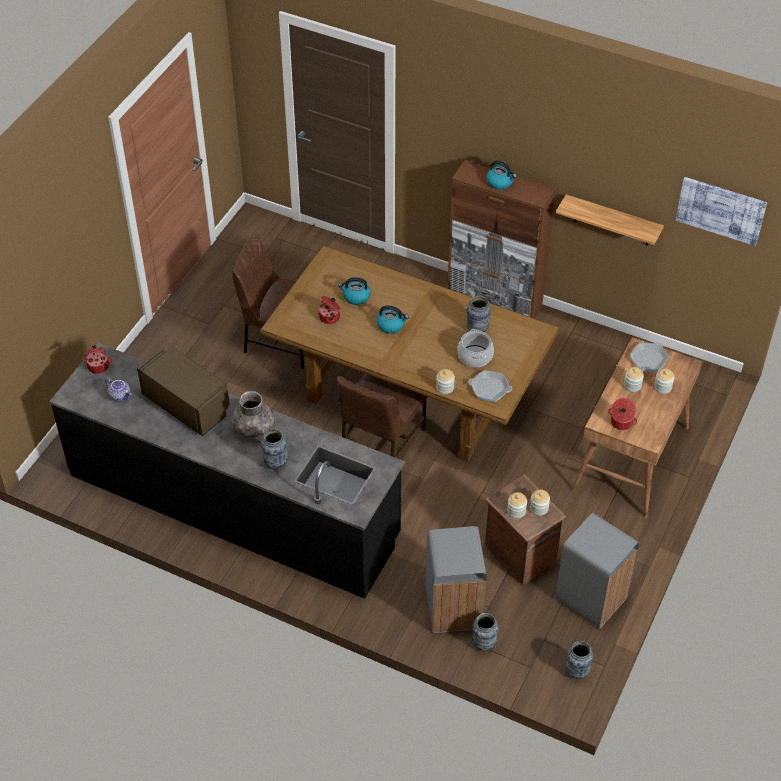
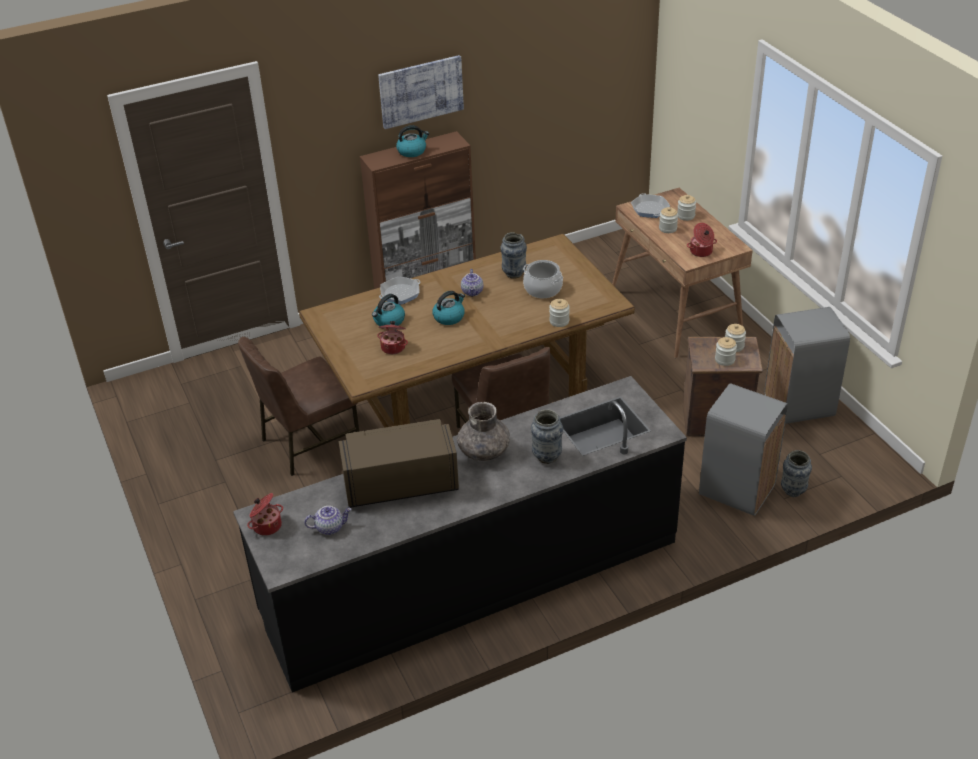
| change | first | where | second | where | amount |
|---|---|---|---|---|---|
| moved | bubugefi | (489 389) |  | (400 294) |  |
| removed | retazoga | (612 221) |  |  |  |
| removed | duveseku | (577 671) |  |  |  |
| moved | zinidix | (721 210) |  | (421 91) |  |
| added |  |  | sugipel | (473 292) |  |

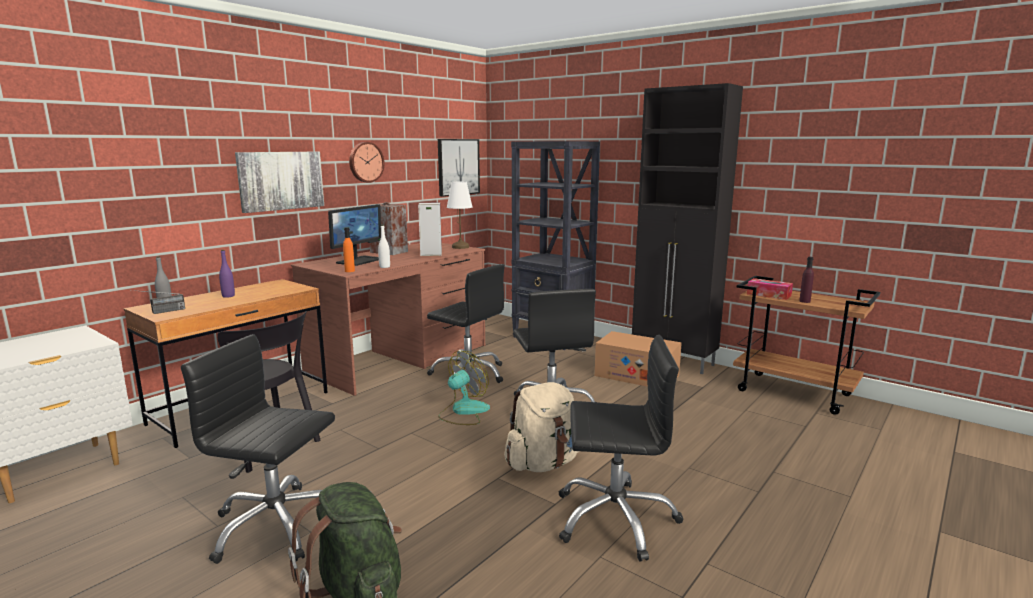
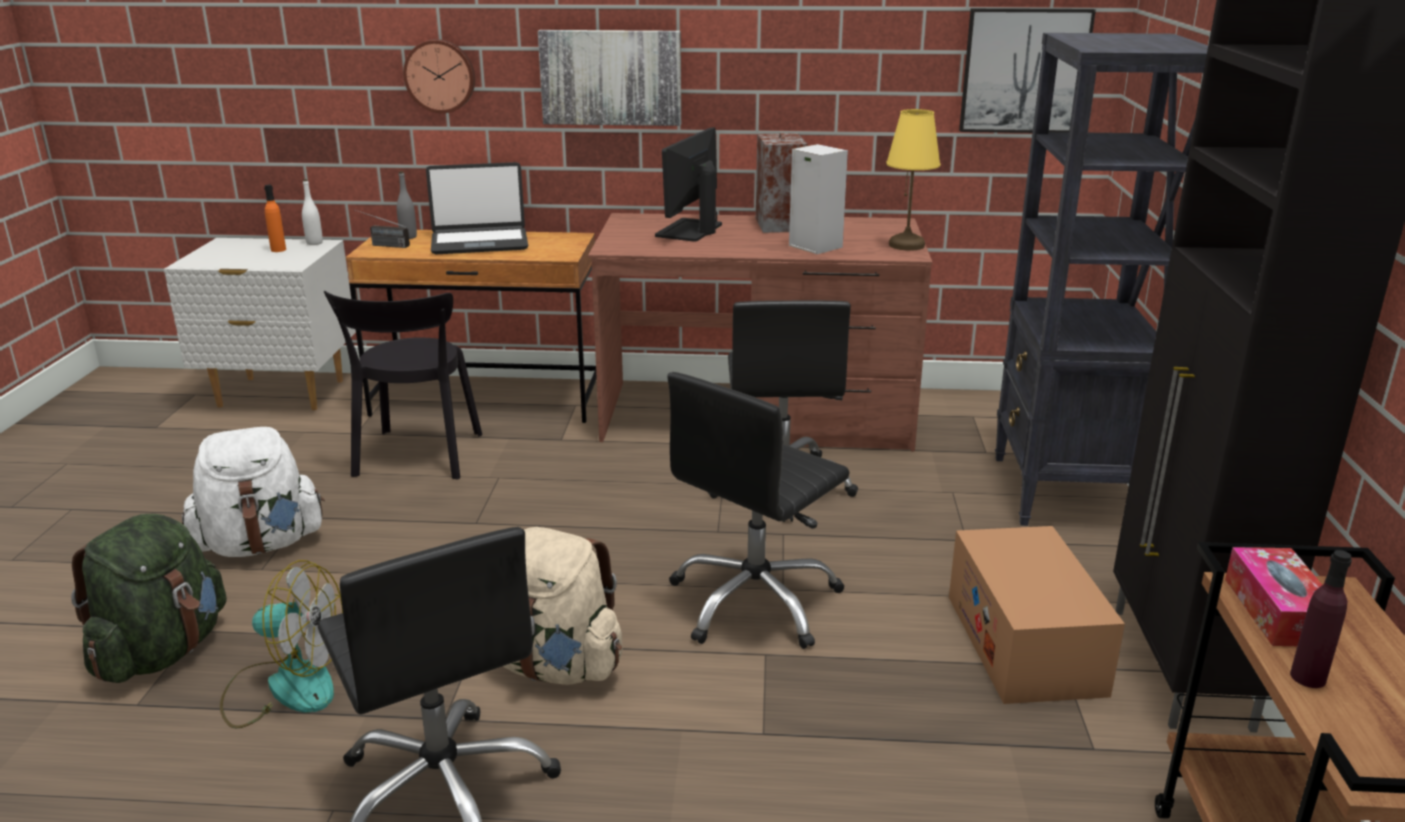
| change | first | where | second | where | amount |
|---|---|---|---|---|---|
| replaced | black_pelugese | (276 525) | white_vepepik | (260 544) |  |
| replaced | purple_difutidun | (228 296) | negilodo | (479 242) |  |
| turned | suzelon | (359 261) |  | (690 230) | 120 degrees clockwise |
| moved | orange_difutidun | (349 271) |  | (278 250) |  |
| moved | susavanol | (365 162) |  | (440 76) |  |
| moved | white_difutidun | (384 267) |  | (314 243) |  |
| moved | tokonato | (463 411) |  | (285 686) |  |
| recoloured | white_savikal | (460 247) | yellow_savikal | (907 245) |  |

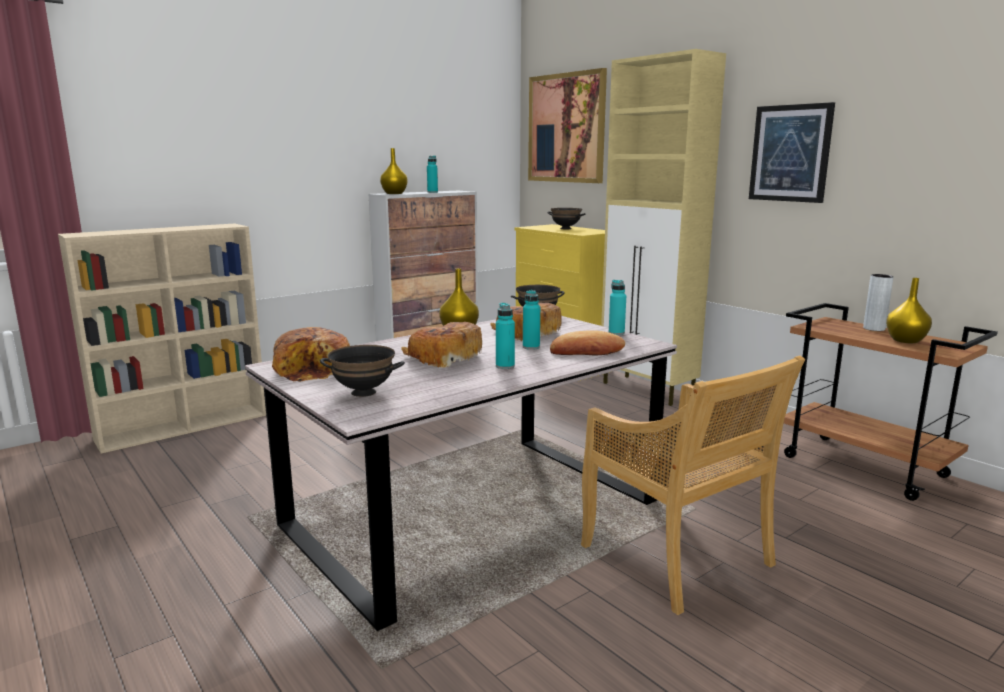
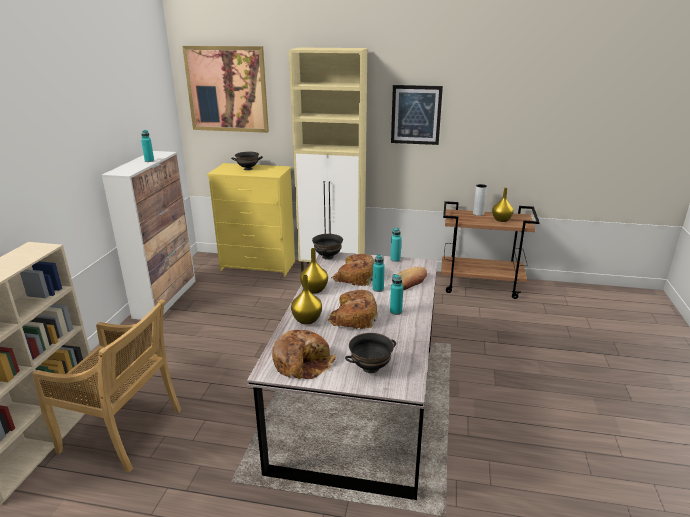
| change | first | where | second | where | amount |
|---|---|---|---|---|---|
| moved | yellow_duveseku | (395 193) |  | (307 320) |  |
| moved | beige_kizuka | (678 558) |  | (123 431) |  |

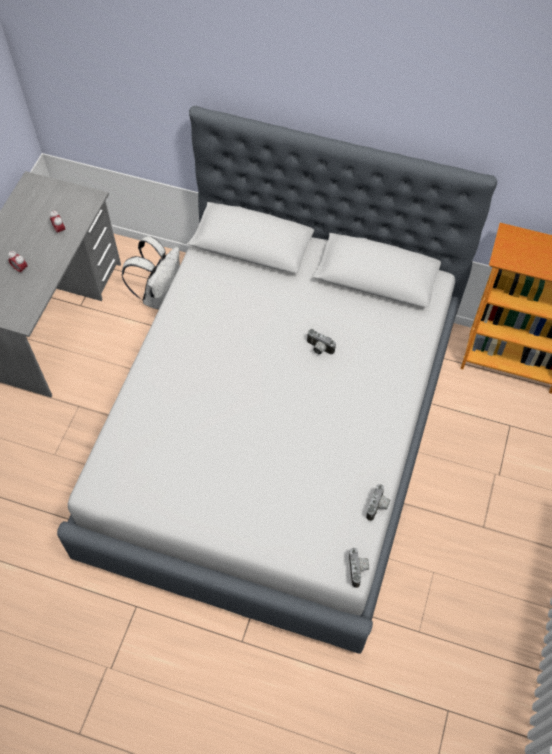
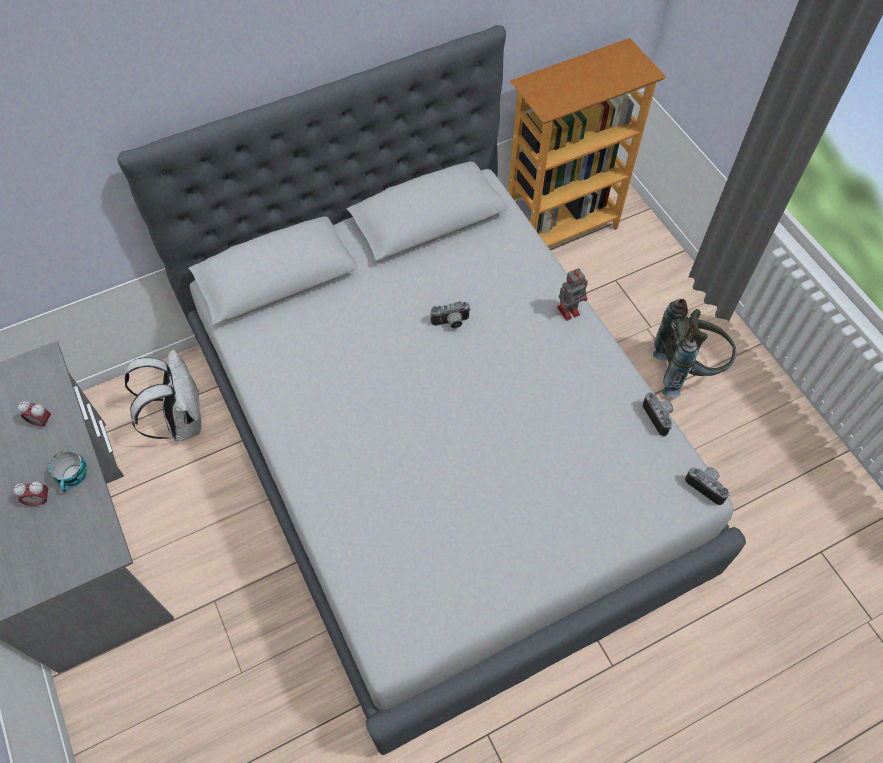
| change | first | where | second | where | amount |
|---|---|---|---|---|---|
| added |  |  | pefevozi | (75 477) |  |
| added |  |  | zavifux | (569 310) |  |
| added |  |  | grey_vepepik | (686 369) |  |

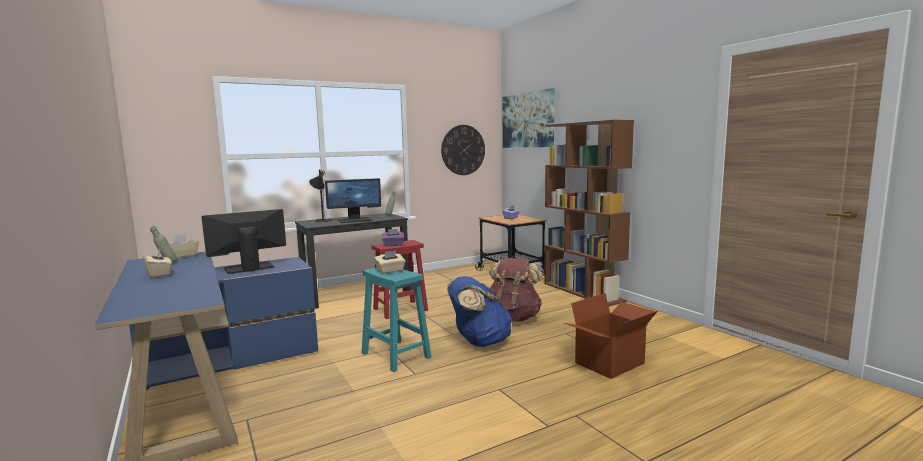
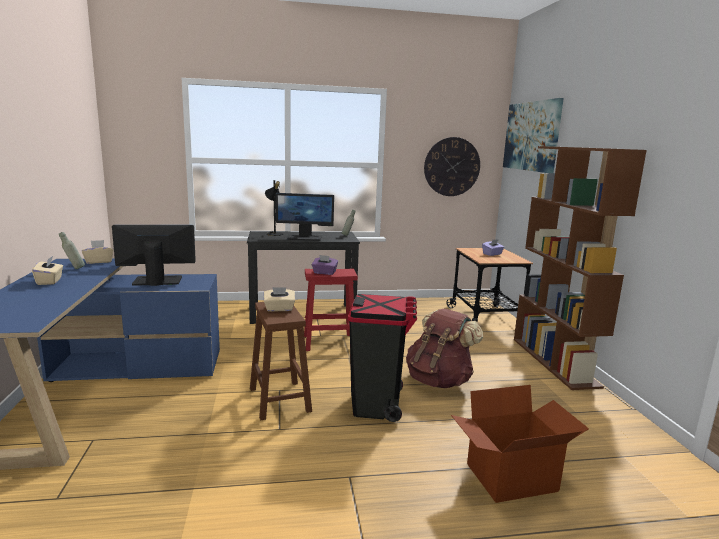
| change | first | where | second | where | amount |
|---|---|---|---|---|---|
| recoloured | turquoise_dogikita | (396 355) | brown_dogikita | (280 400) |  |
| replaced | blue_vepepik | (479 342) | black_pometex | (377 404) |  |

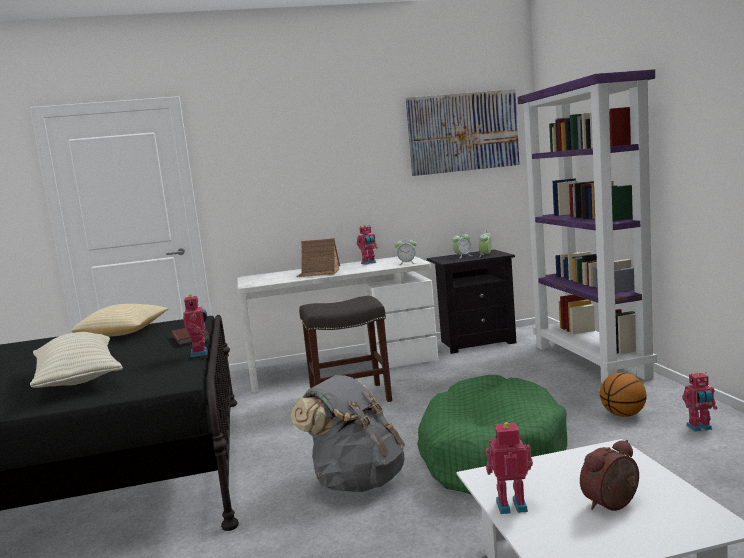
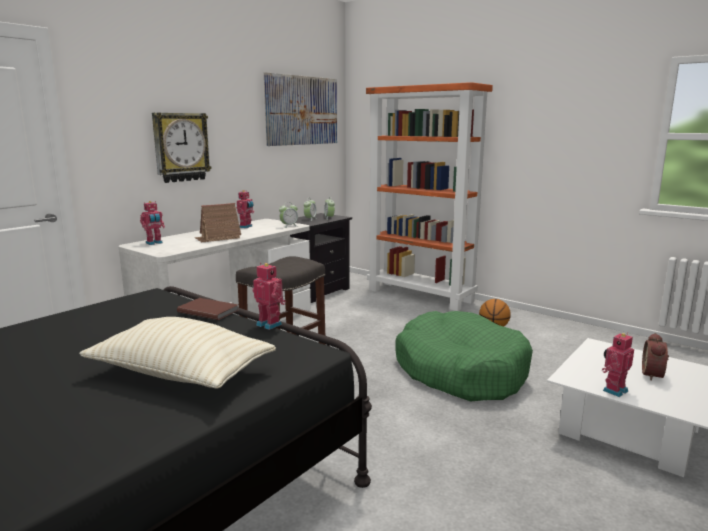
| change | first | where | second | where | amount |
|---|---|---|---|---|---|
| removed | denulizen | (124 333) |  |  |  |
| removed | grey_vepepik | (356 481) |  |  |  |
| recoloured | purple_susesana | (591 361) | orange_susesana | (421 295) |  |
| moved | zavifux | (700 428) |  | (154 243) |  |
| added |  |  | susavanol | (181 147) |  |

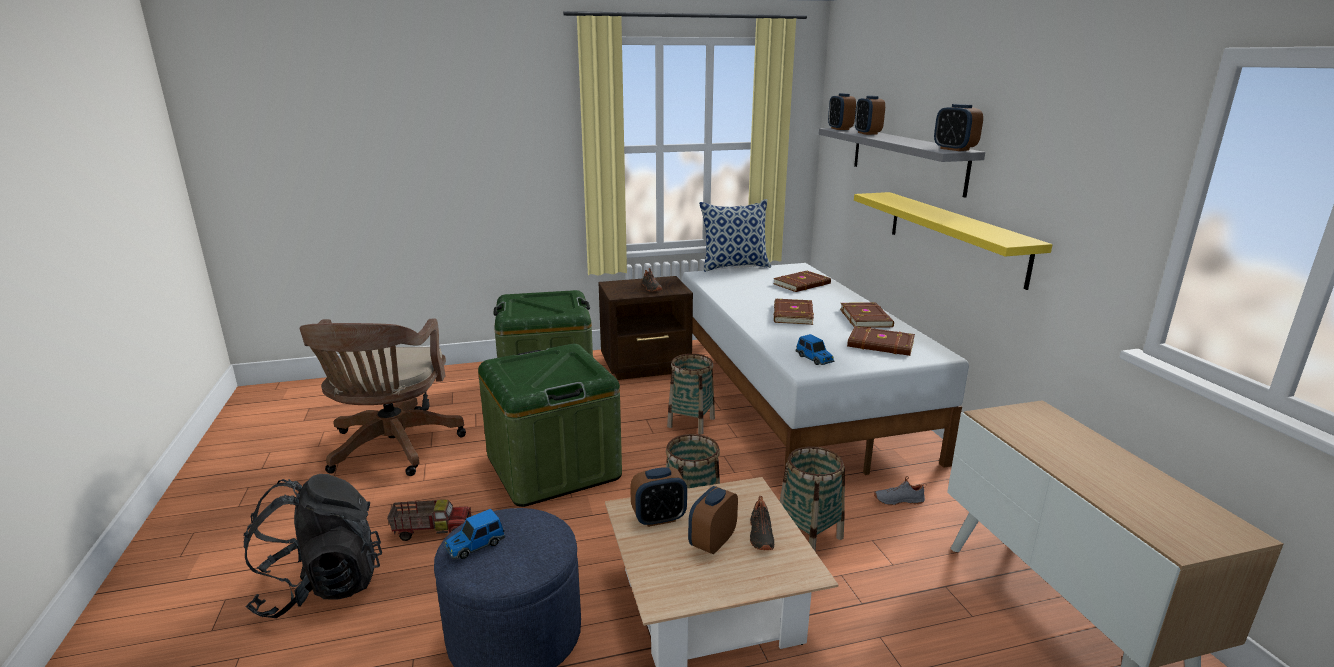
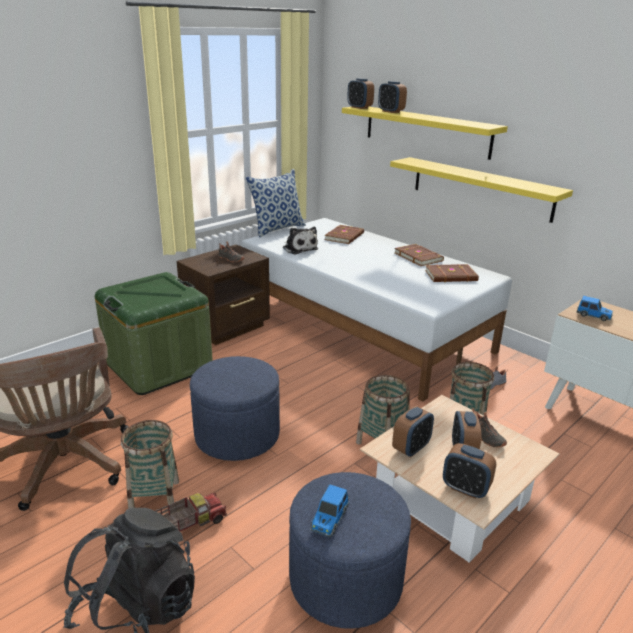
| change | first | where | second | where | amount |
|---|---|---|---|---|---|
| replaced | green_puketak | (553 467) | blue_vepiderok | (237 435) |  |
| moved | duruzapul | (691 422) |  | (154 496) |  |
| removed | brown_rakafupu | (791 314) |  |  |  |
| moved | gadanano | (815 359) |  | (593 316) |  |
| recoloured | grey_retazoga | (906 159) | yellow_retazoga | (426 131) |  |
| moved | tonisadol | (954 149) |  | (465 488) |  |
| added |  |  | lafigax | (299 248) |  |

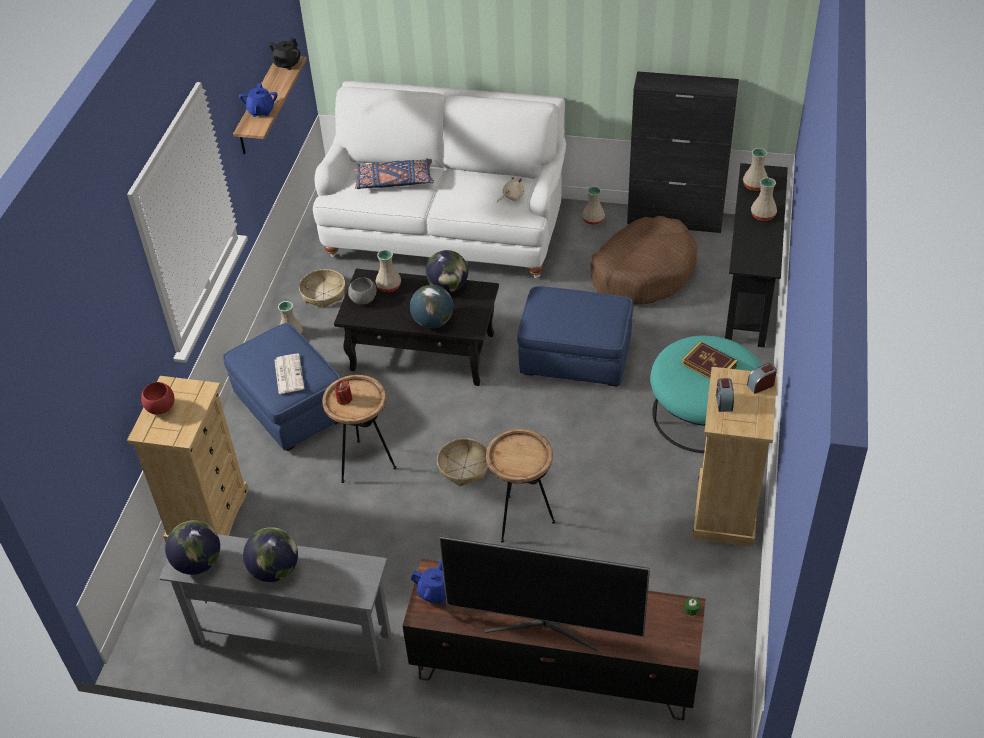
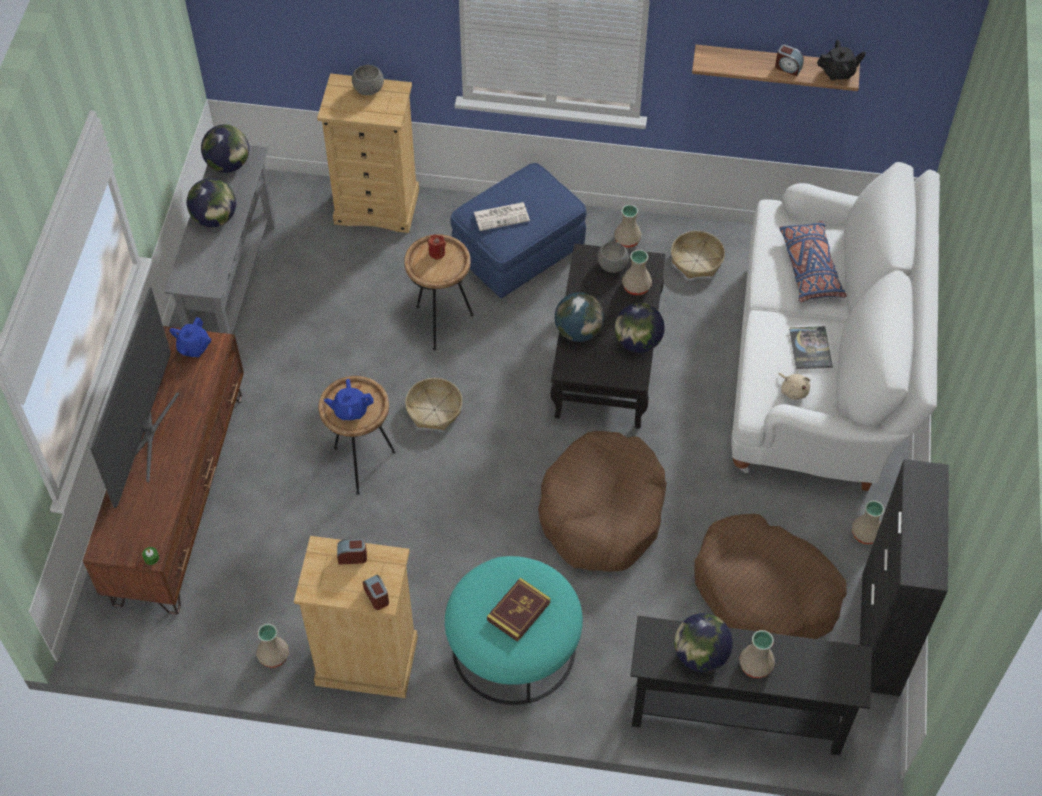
| change | first | where | second | where | amount |
|---|---|---|---|---|---|
| recoloured | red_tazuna | (160 408) | grey_tazuna | (368 89) |  |
| moved | blue_sugipel | (261 111) |  | (350 410) |  |
| turned | black_sugipel | (287 64) |  | (838 72) | 150 degrees clockwise |
| replaced | blue_vepiderok | (574 358) | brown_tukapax | (602 512) |  |
| moved | beige_duveseku | (755 185) |  | (273 656) |  |
| added |  |  | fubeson | (700 655) |  |
| added |  |  | tonisadol | (788 68) |  |
| added |  |  | rakafupu | (810 348) |  |

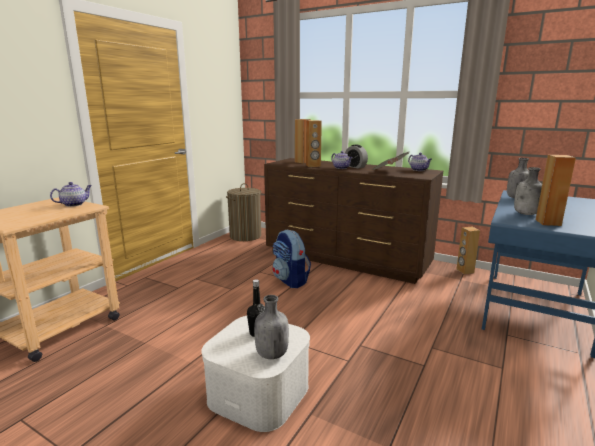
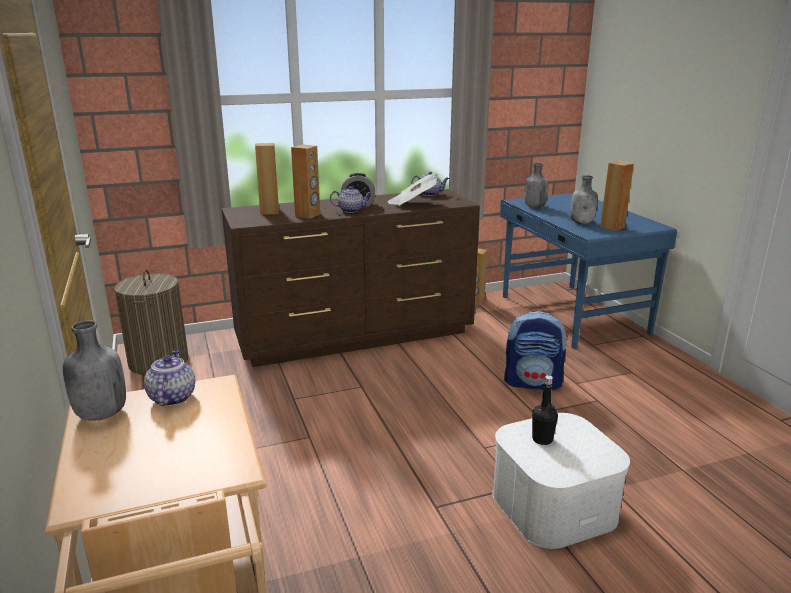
| change | first | where | second | where | amount |
|---|---|---|---|---|---|
| moved | grey_difutidun | (271 354) |  | (100 414) |  |
| moved | vepepik | (291 281) |  | (533 382) |  |

